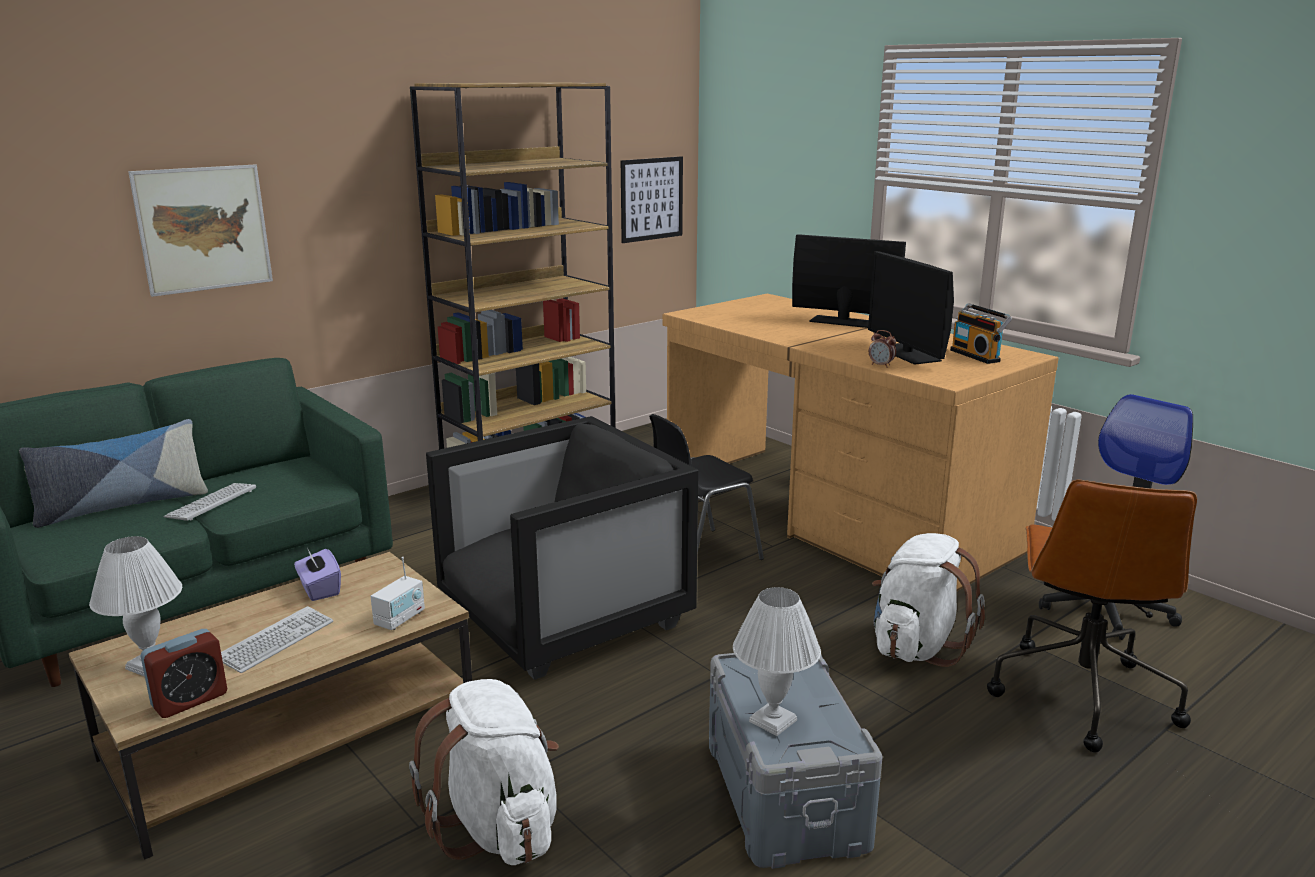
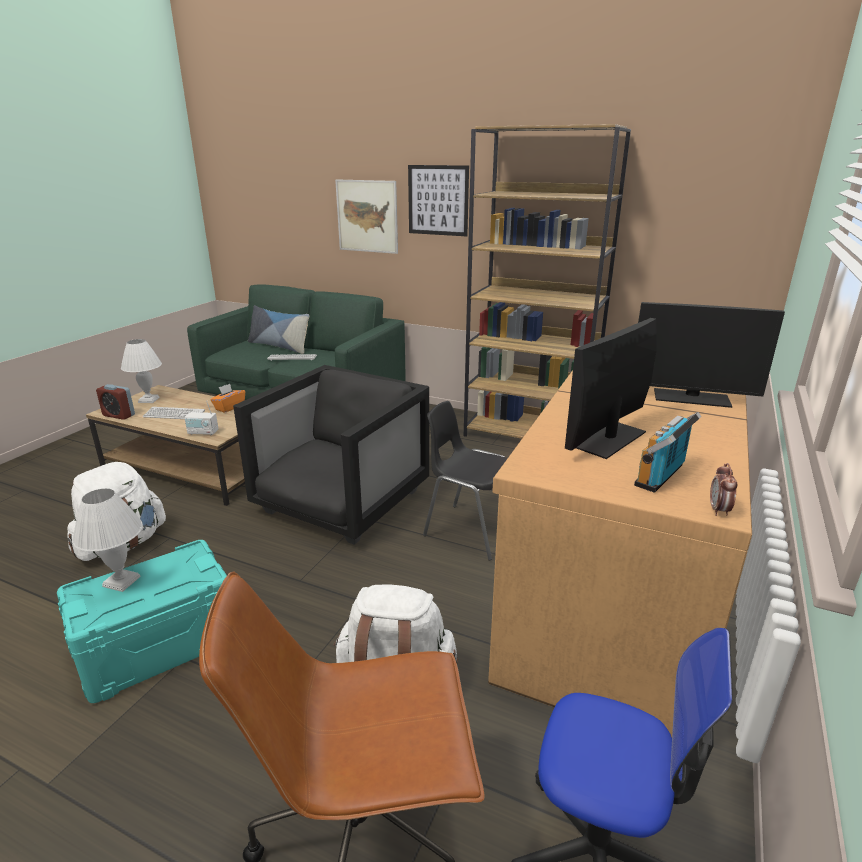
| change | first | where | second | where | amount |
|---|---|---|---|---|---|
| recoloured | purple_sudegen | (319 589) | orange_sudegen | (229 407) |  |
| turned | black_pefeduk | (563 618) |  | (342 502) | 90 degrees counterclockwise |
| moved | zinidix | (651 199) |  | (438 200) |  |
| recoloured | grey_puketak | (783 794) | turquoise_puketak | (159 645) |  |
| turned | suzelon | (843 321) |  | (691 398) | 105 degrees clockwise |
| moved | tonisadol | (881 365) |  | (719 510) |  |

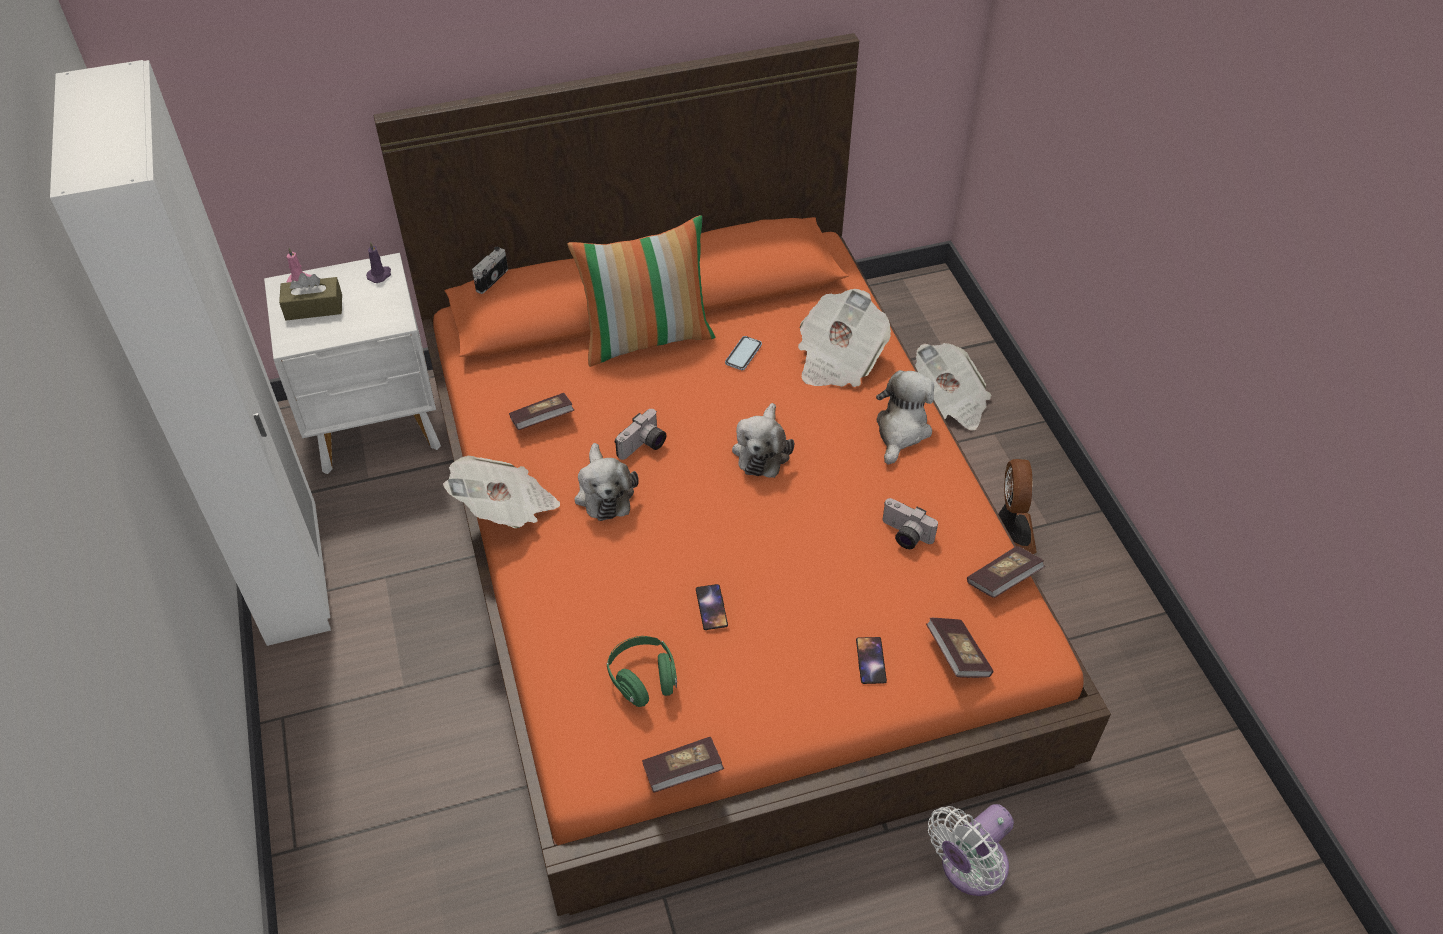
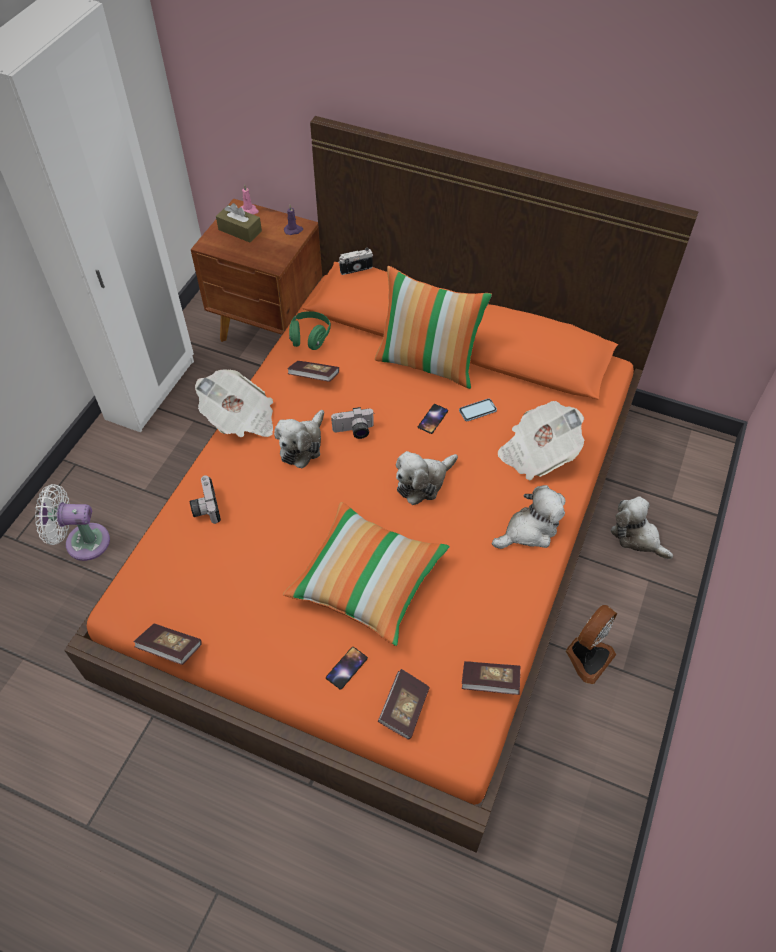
| change | first | where | second | where | amount |
|---|---|---|---|---|---|
| recoloured | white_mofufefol | (378 426) | brown_mofufefol | (272 330) |  |
| moved | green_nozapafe | (643 679) |  | (310 338) |  |
| moved | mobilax | (711 607) |  | (433 419) |  |
| moved | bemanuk | (904 535) |  | (205 507) |  |
| replaced | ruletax | (949 402) | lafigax | (637 537) |  |
| moved | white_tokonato | (969 869) |  | (82 542) |  |
| added |  |  | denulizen | (368 581) |  |

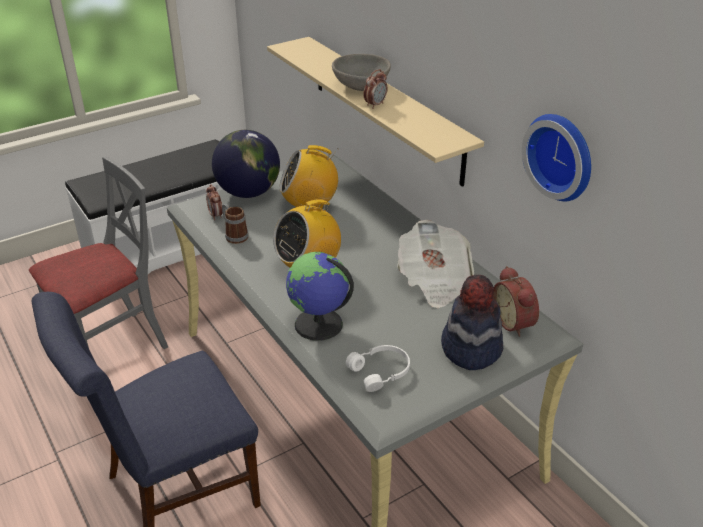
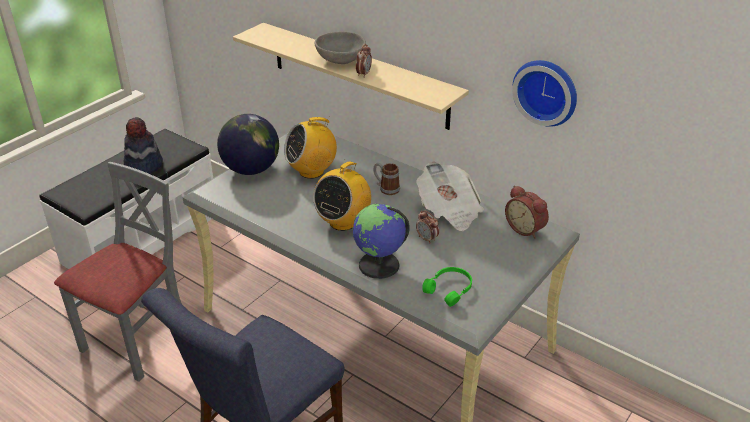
| change | first | where | second | where | amount |
|---|---|---|---|---|---|
| moved | tonisadol | (216 215) |  | (427 239) |  |
| moved | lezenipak | (234 235) |  | (386 188) |  |
| recoloured | white_nozapafe | (381 372) | green_nozapafe | (450 289) |  |
| moved | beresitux | (470 348) |  | (143 165) |  |

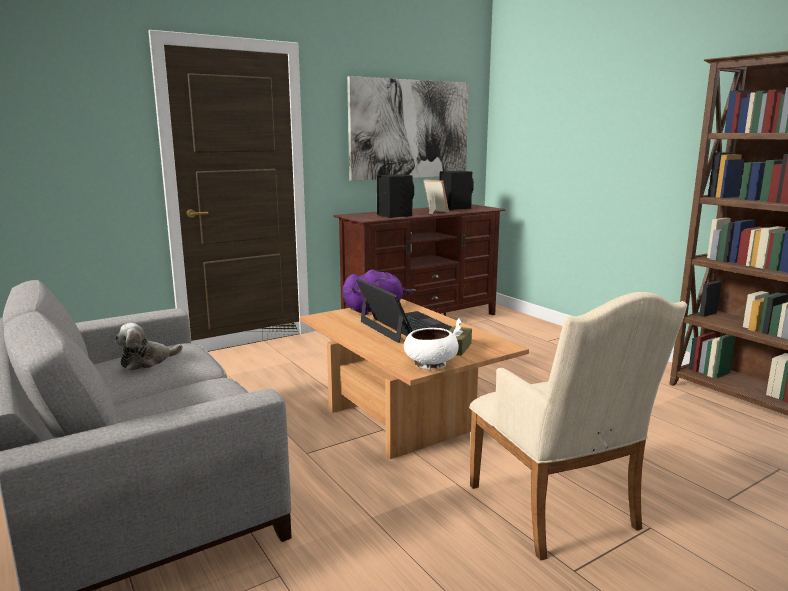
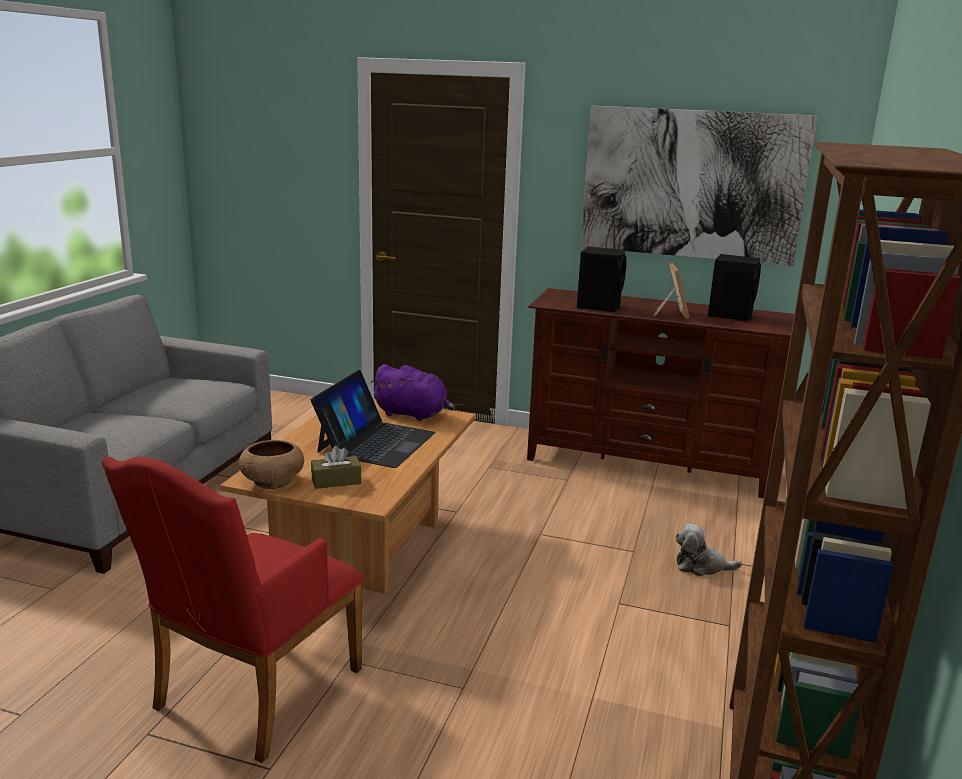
| change | first | where | second | where | amount |
|---|---|---|---|---|---|
| moved | lafigax | (147 361) |  | (701 566) |  |
| recoloured | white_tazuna | (430 364) | brown_tazuna | (272 481) |  |
| recoloured | beige_pefeduk | (557 512) | red_pefeduk | (250 695) |  |

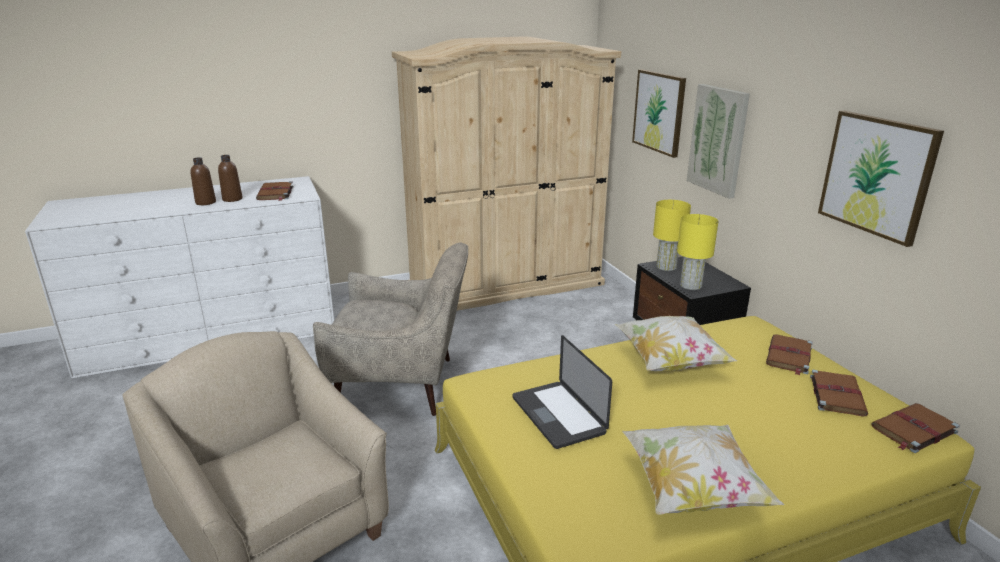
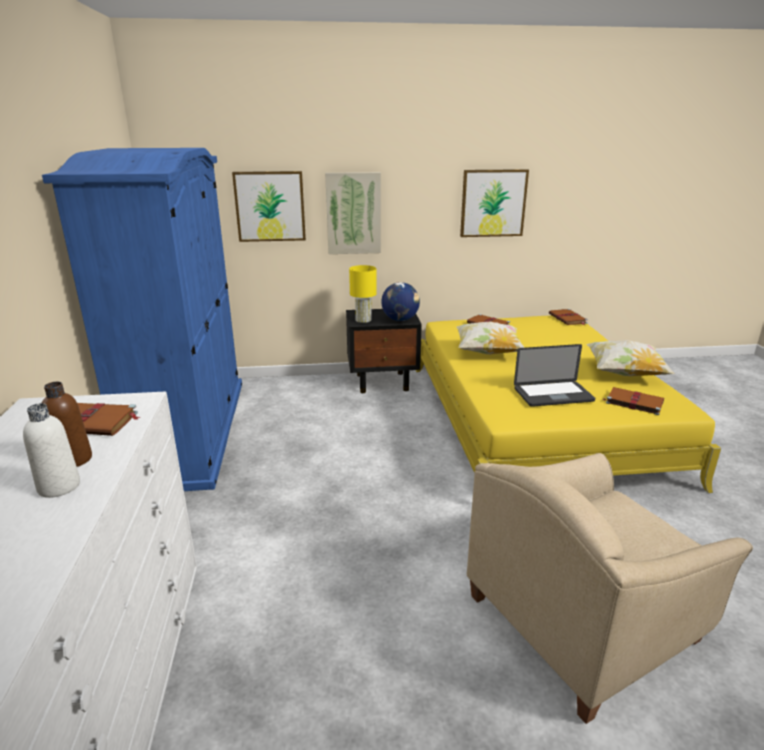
| change | first | where | second | where | amount |
|---|---|---|---|---|---|
| recoloured | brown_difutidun | (205 202) | white_difutidun | (59 486) |  |
| removed | beige_pefeduk | (403 385) |  |  |  |
| recoloured | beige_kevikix | (505 285) | blue_kevikix | (190 430) |  |
| replaced | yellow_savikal | (691 285) | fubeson | (400 320) |  |
| moved | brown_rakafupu | (836 394) |  | (633 402) |  |

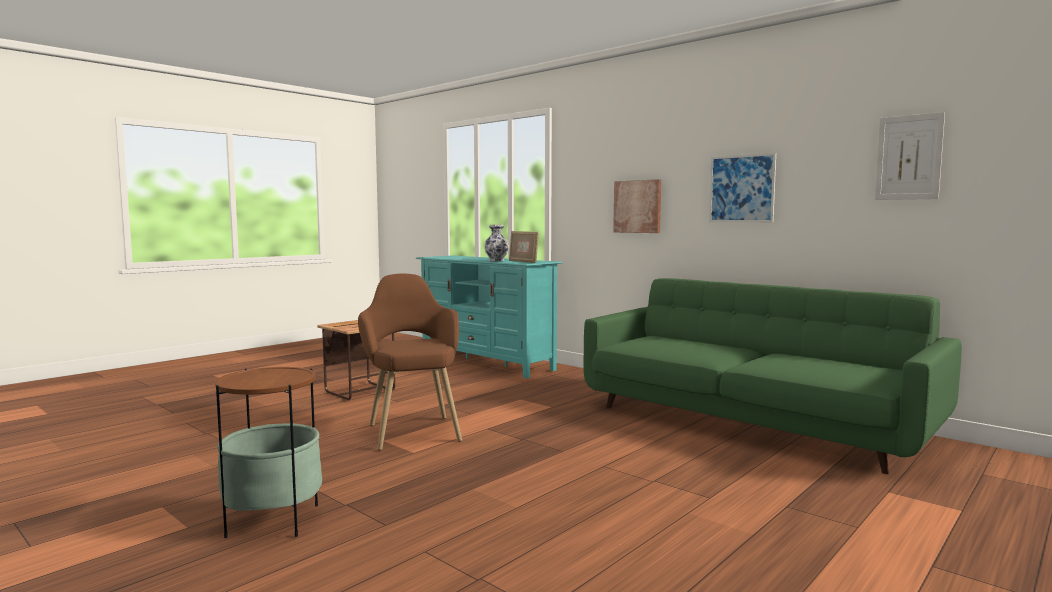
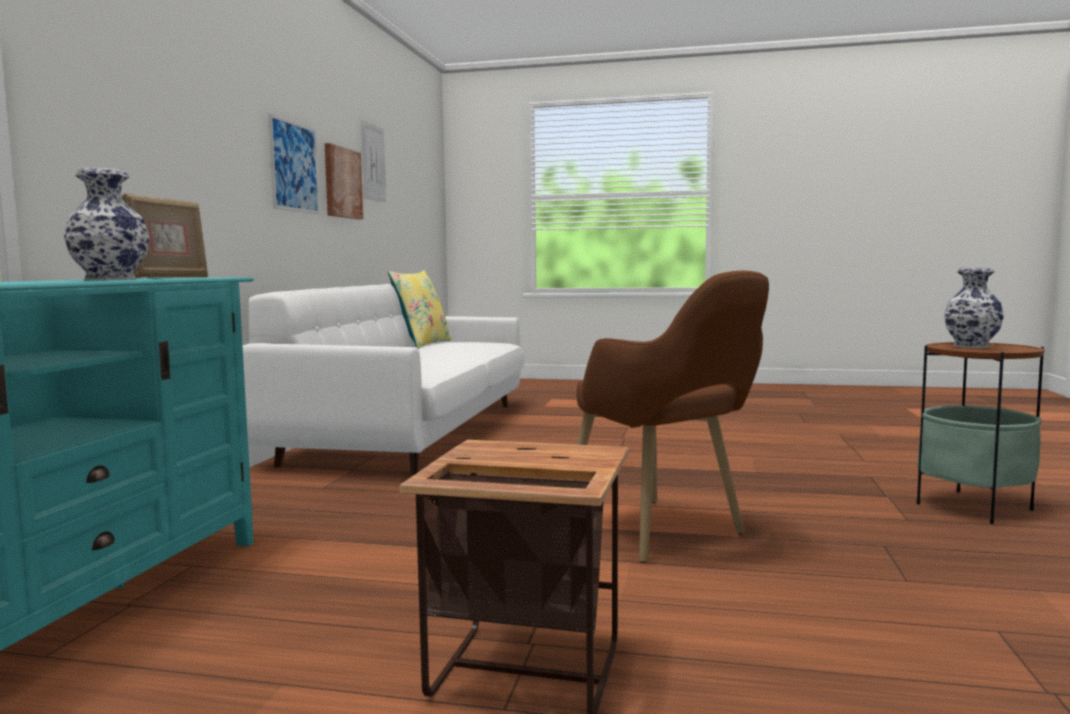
| change | first | where | second | where | amount |
|---|---|---|---|---|---|
| turned | brown_pefeduk | (412 428) |  | (666 536) | 75 degrees counterclockwise |
| recoloured | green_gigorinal | (751 422) | white_gigorinal | (412 431) |  |
| moved | zinidix | (637 206) |  | (342 183) |  |
| added |  |  | yellow_denulizen | (422 344) |  |
| added |  |  | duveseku | (971 346) |  |

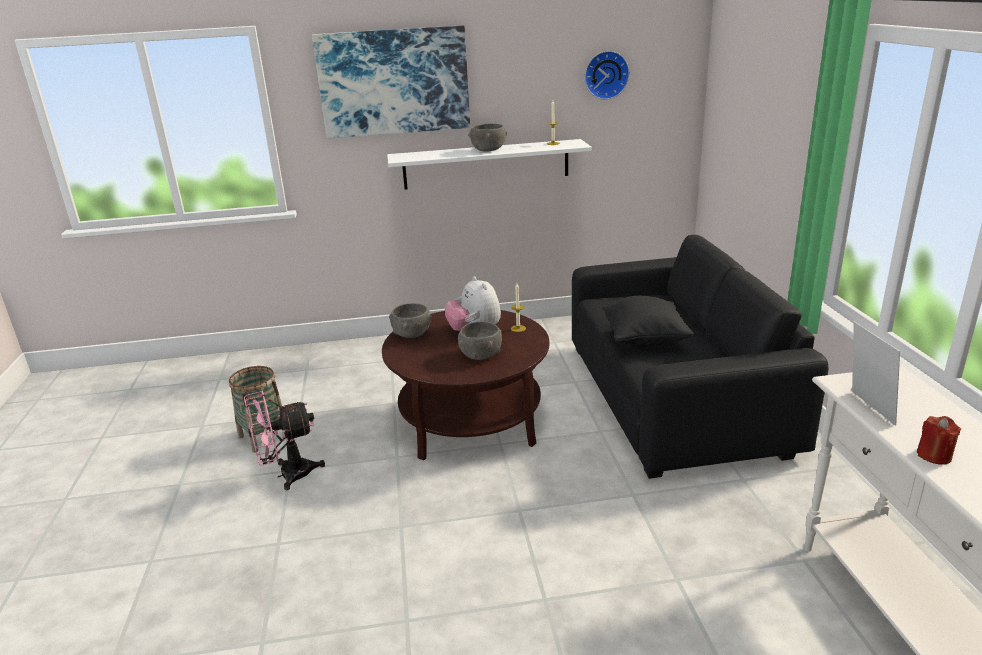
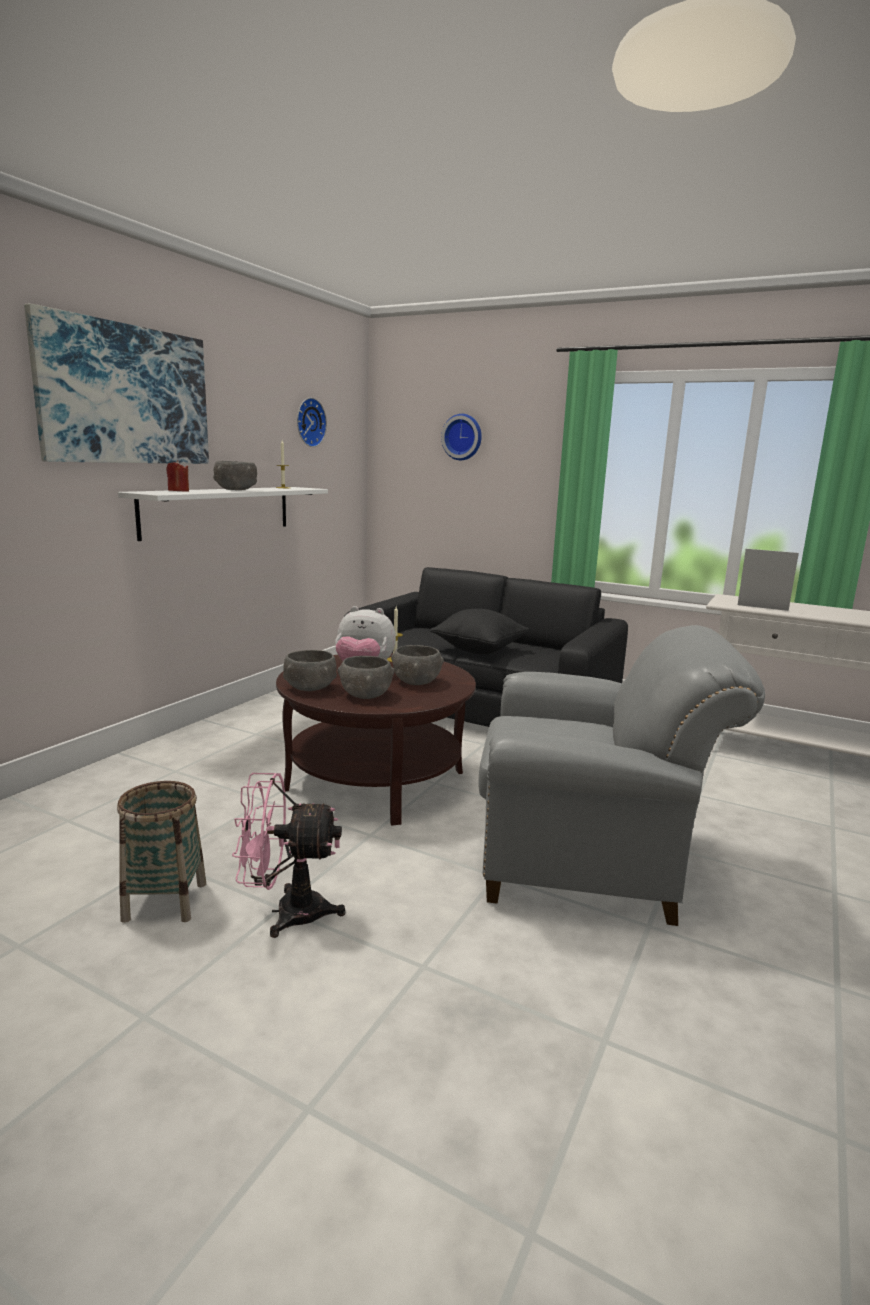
| change | first | where | second | where | amount |
|---|---|---|---|---|---|
| turned | pink_tokonato | (287 475) |  | (287 912) | 75 degrees clockwise |
| moved | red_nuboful | (934 455) |  | (178 491) |  |
| added |  |  | grey_tazuna | (365 695) |  |
| added |  |  | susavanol | (463 437) |  |
| added |  |  | grey_pefeduk | (589 861) |  |

